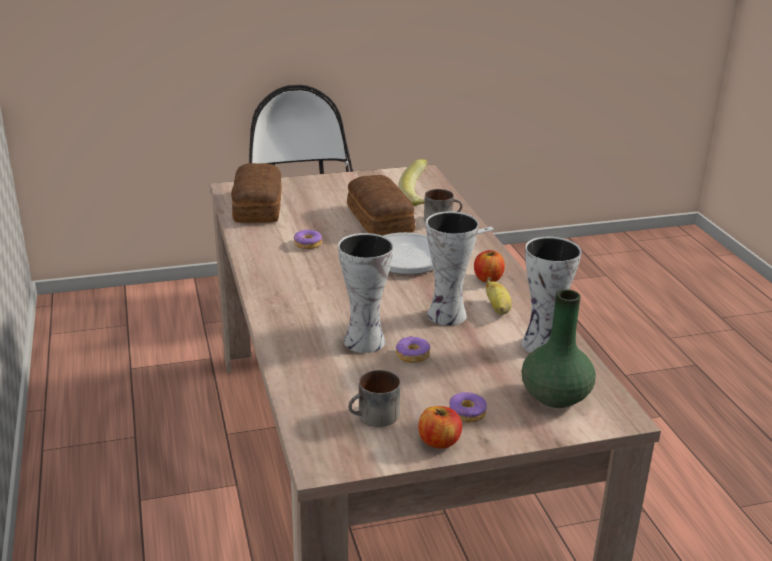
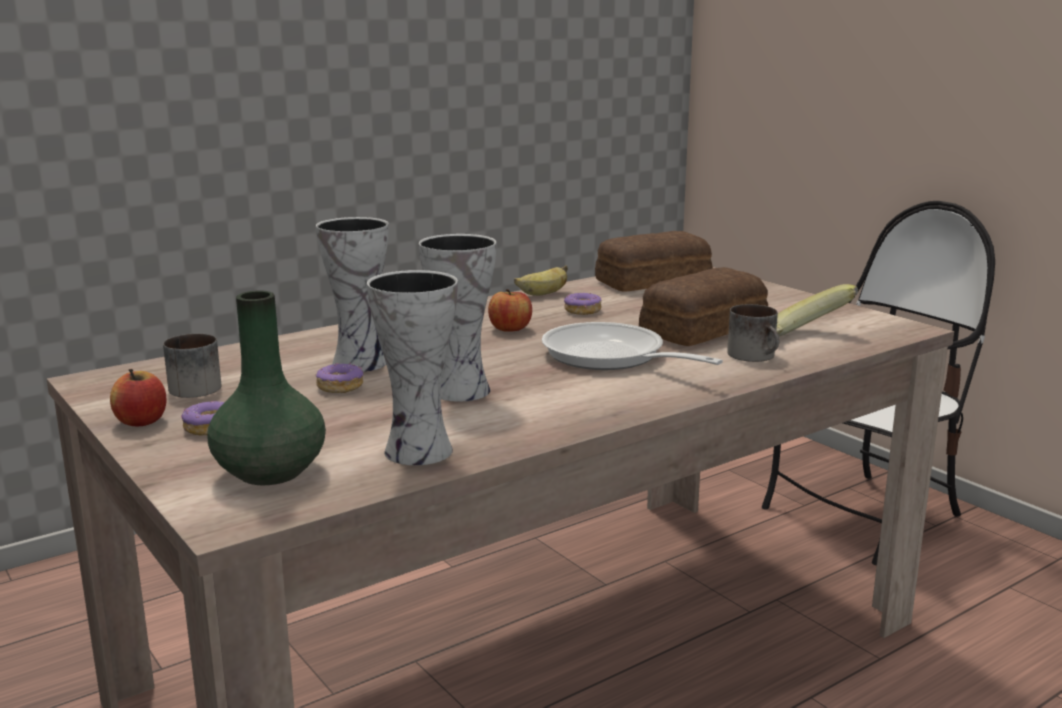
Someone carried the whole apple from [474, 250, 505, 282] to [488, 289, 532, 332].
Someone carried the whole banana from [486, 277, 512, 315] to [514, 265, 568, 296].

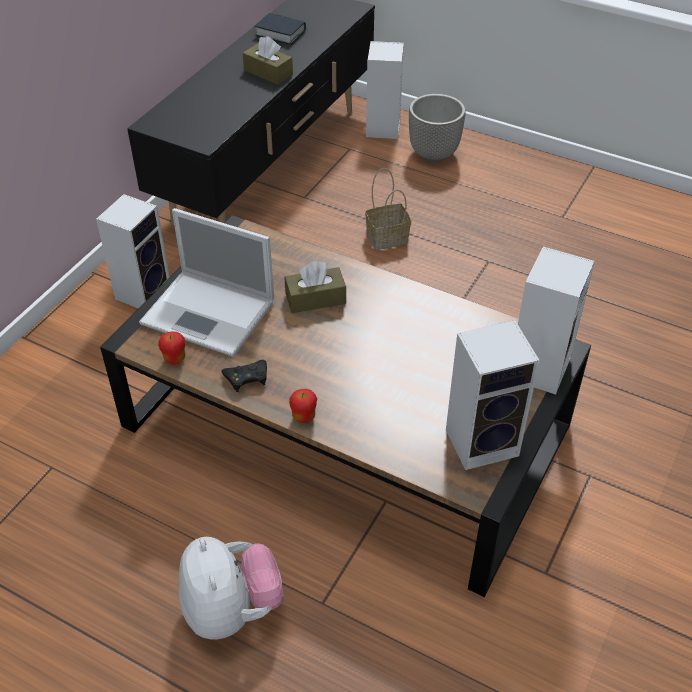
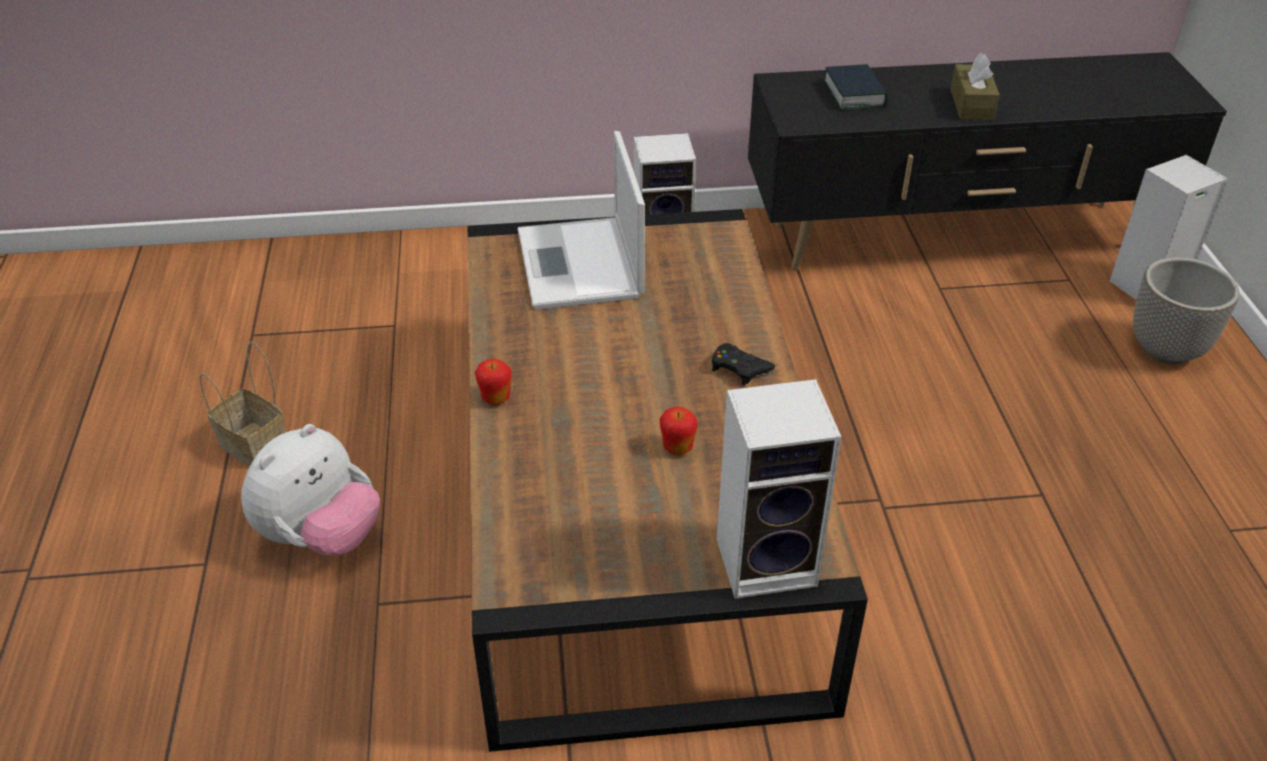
Someone carried the bound book from [255, 13, 306, 45] to [823, 64, 887, 110].
Someone carried the basket from [365, 168, 411, 250] to [200, 342, 286, 467].
Someone took away the brownish tissue box at [285, 261, 346, 313].
Someone took away the audio speaker at [446, 320, 540, 470].
Someone carried the whole apple from [158, 331, 185, 365] to [660, 406, 698, 455].
Someone carried the black-coloured joypad from [221, 360, 267, 392] to [712, 343, 775, 386].

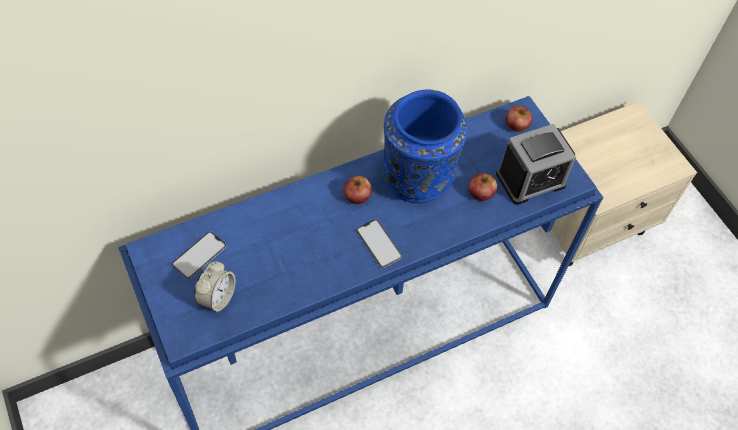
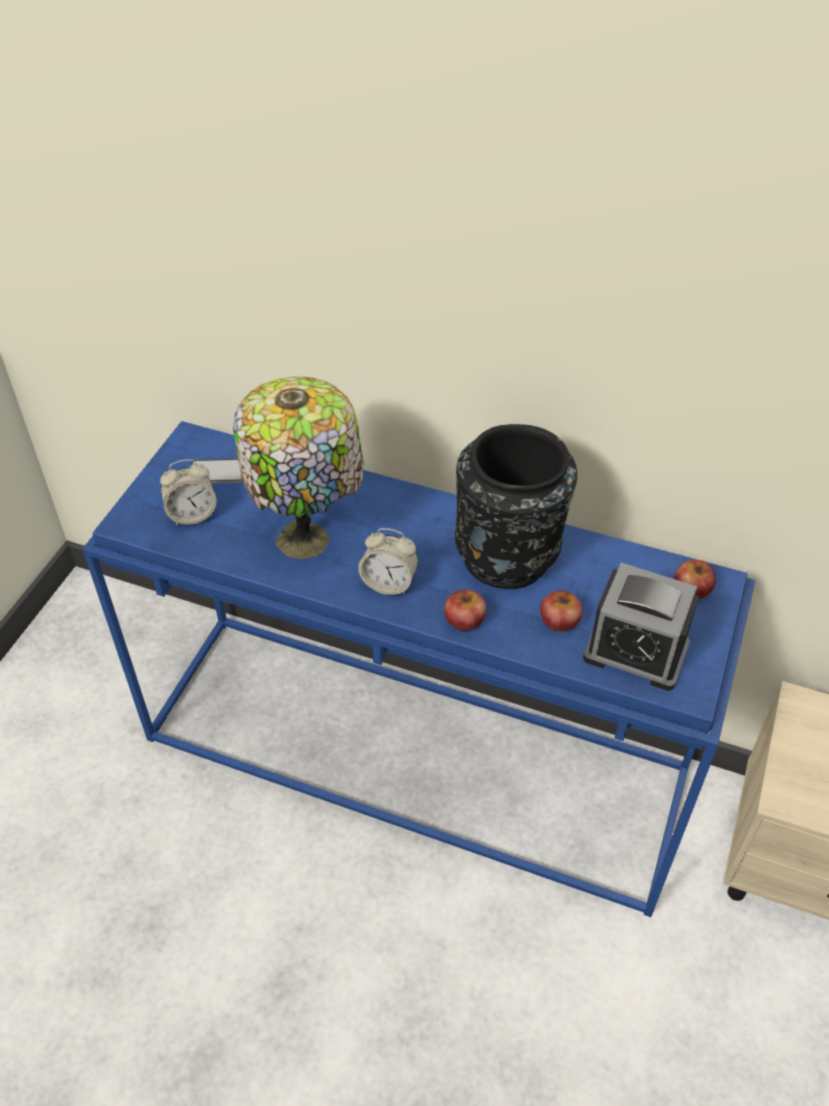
Someone repainted the blue-coloured flower vase at [382, 90, 468, 203], which became the black-coloured flower vase at [455, 424, 577, 589].
Someone carried the whole apple from [343, 176, 372, 204] to [444, 589, 486, 631].
Someone swapped the phone at [356, 219, 403, 268] for the bedside clock at [358, 528, 418, 595].
Someone put down the lamp for a table at [233, 377, 364, 559].

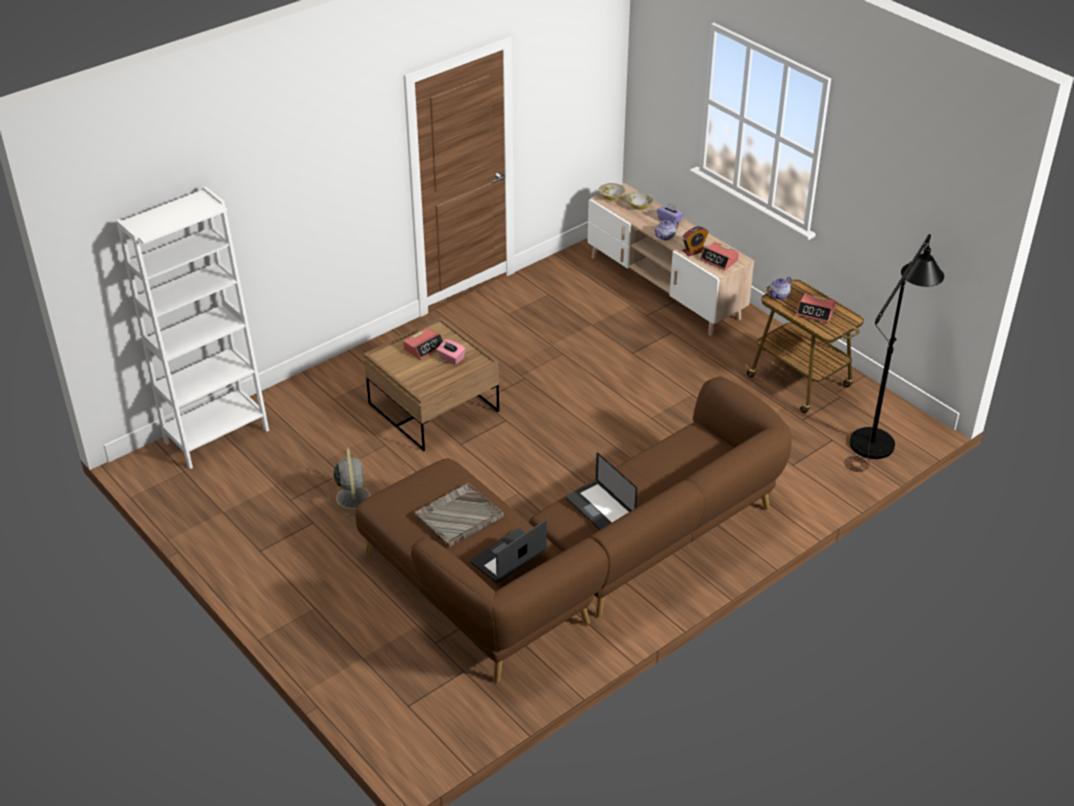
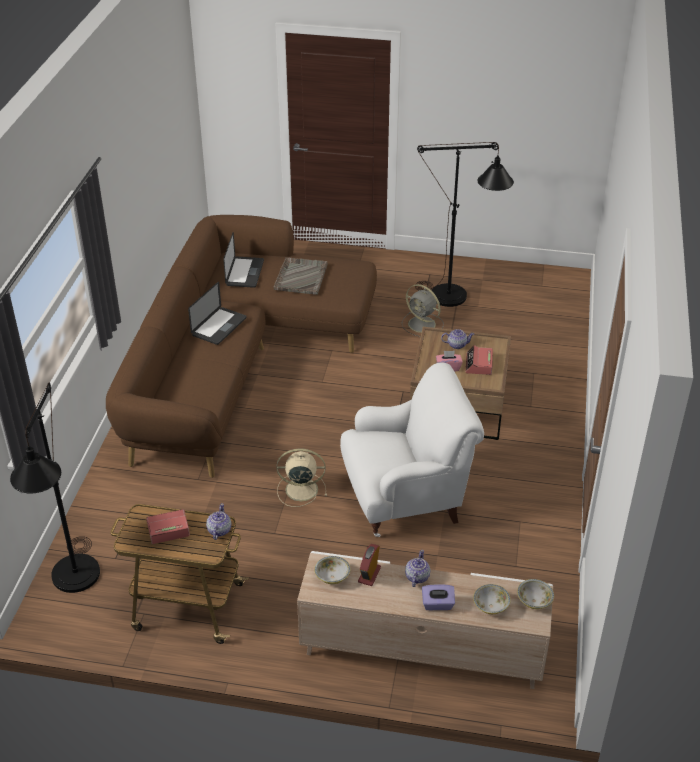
Someone took away the white-coloured shelving unit at [116, 186, 269, 469].
Someone swapped the bedside clock at [700, 242, 739, 270] for the deep dish at [314, 556, 351, 584].
Someone rotated the laptop at [566, 453, 637, 530] by 105 degrees clockwise.
Someone put down the black-coloured standing lamp at [415, 142, 514, 307].
Someone put down the tea pot at [441, 329, 474, 349].
Someone put down the white-coloured easy chair at [340, 362, 484, 537].
Someone put down the beige-coloured cooling fan at [277, 449, 327, 507].

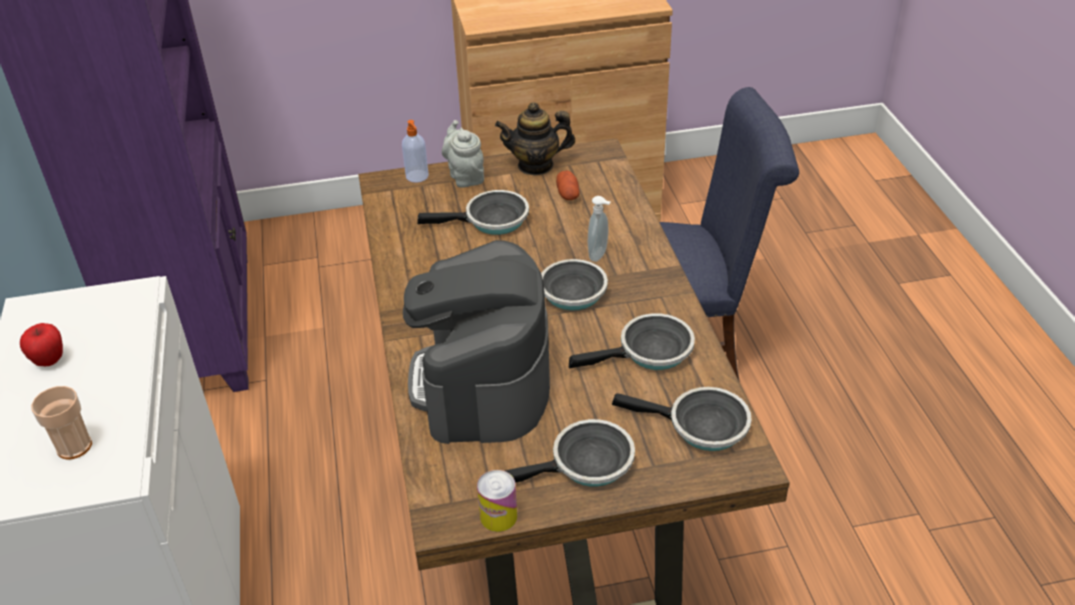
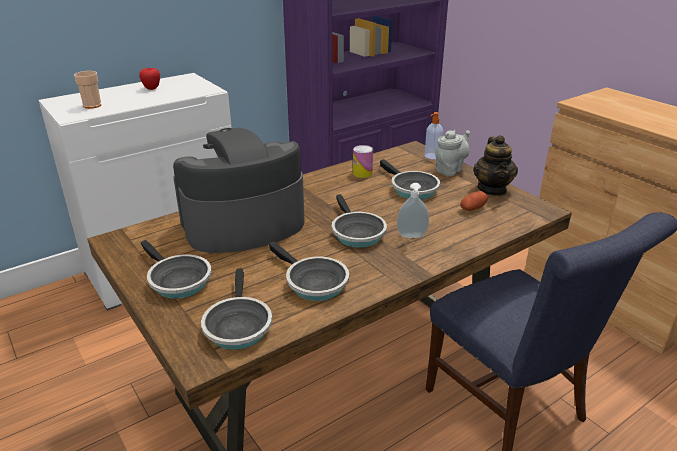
Someone rotated the tea pot at [495, 102, 575, 175] by 150 degrees counterclockwise.
Someone carried the can from [477, 470, 517, 532] to [353, 145, 373, 178].

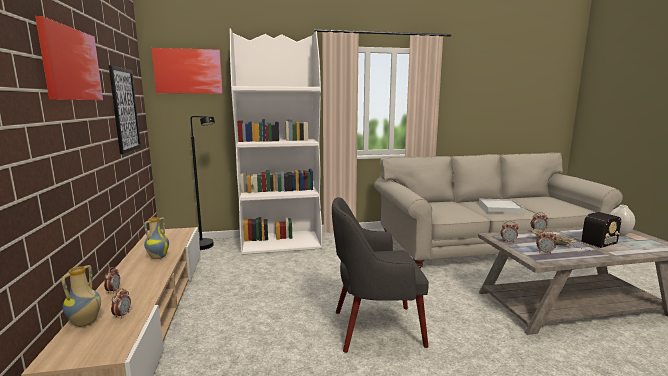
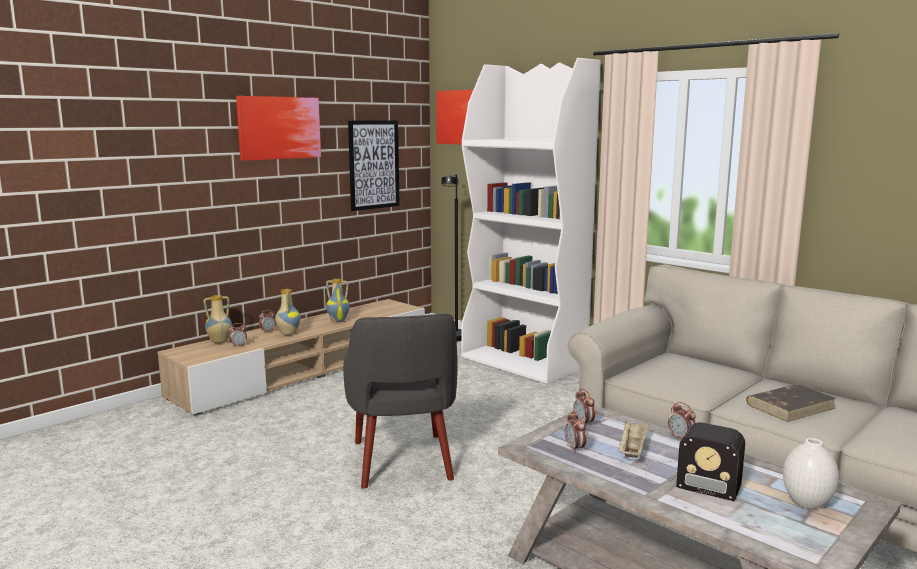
Someone rotated the greyish easy chair at [332, 197, 429, 353] by 150 degrees counterclockwise.
Someone swapped the white-coloured carrying tray at [479, 198, 525, 214] for the brownish bound book at [746, 384, 836, 422].
Someone put down the flower vase at [275, 289, 300, 335].

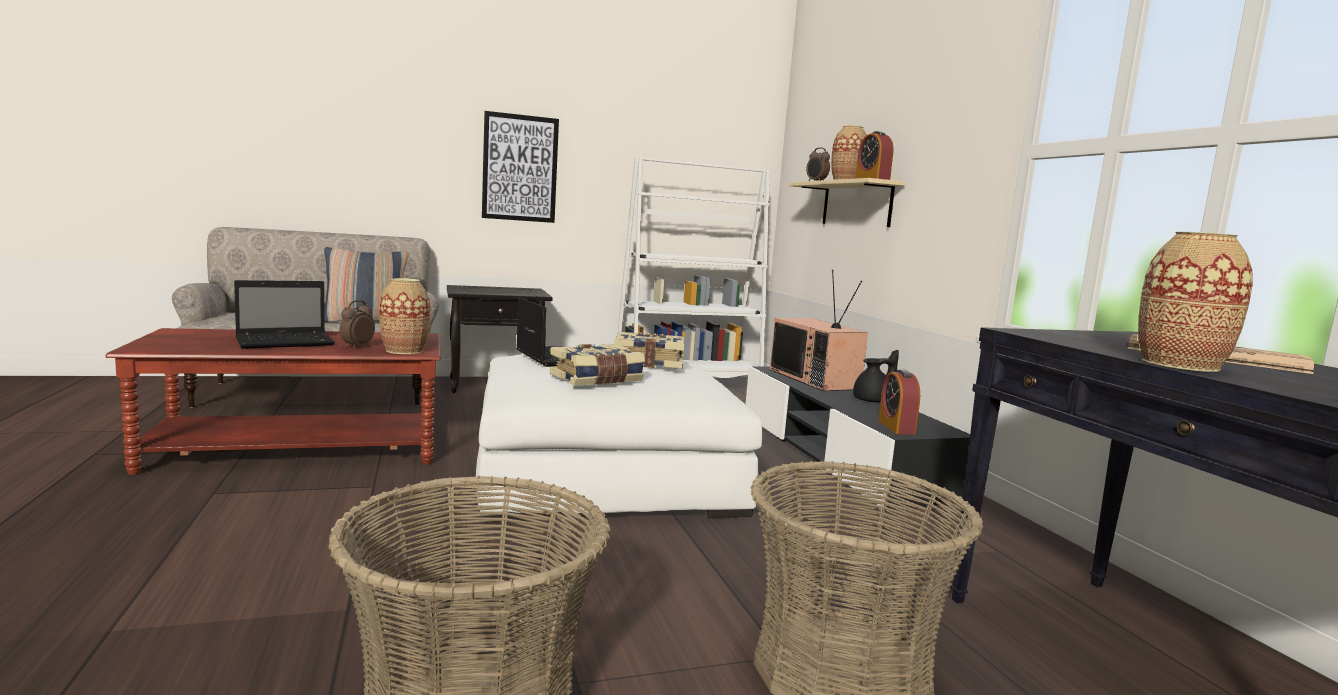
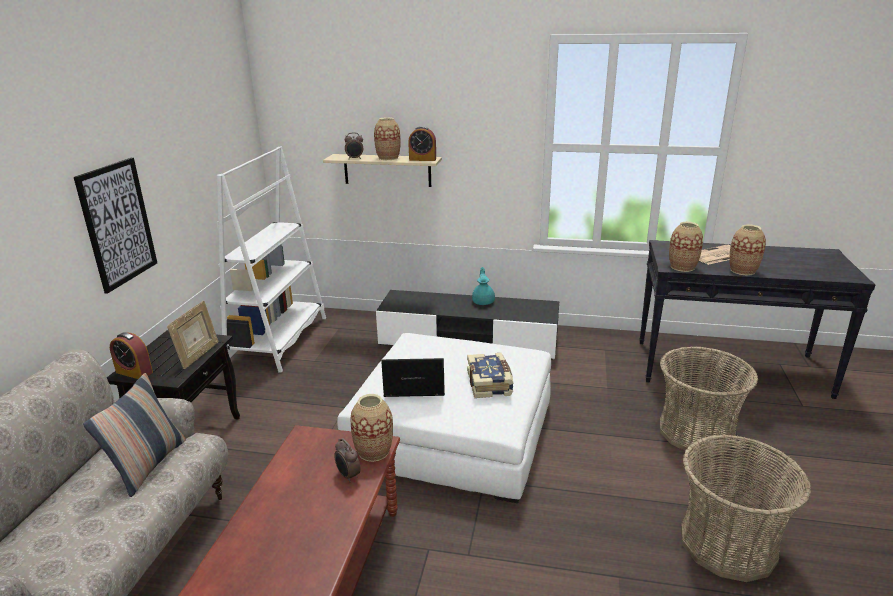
Someone took away the TV at [770, 270, 868, 391].
Someone took away the laptop at [234, 280, 335, 349].
Someone took away the bound book at [614, 332, 684, 369].
Someone repainted the black-coloured tea pot at [853, 350, 899, 402], which became the turquoise-coloured tea pot at [472, 267, 495, 305].
Someone carried the bedside clock from [878, 369, 920, 435] to [110, 332, 153, 379].
Someone put down the flower vase at [669, 222, 703, 272].
Someone put down the photo frame at [167, 300, 218, 369].

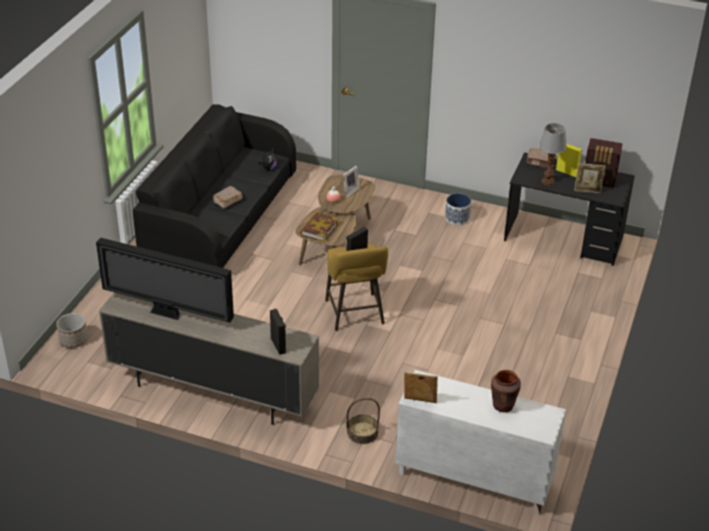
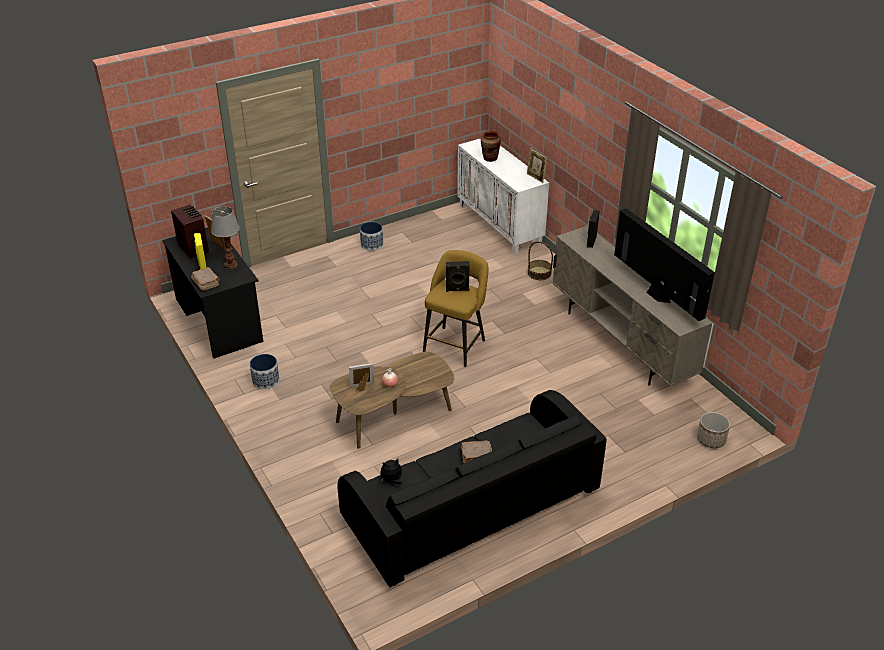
Someone took away the bound book at [300, 212, 338, 242].
Someone put down the flower pot at [360, 222, 383, 251].

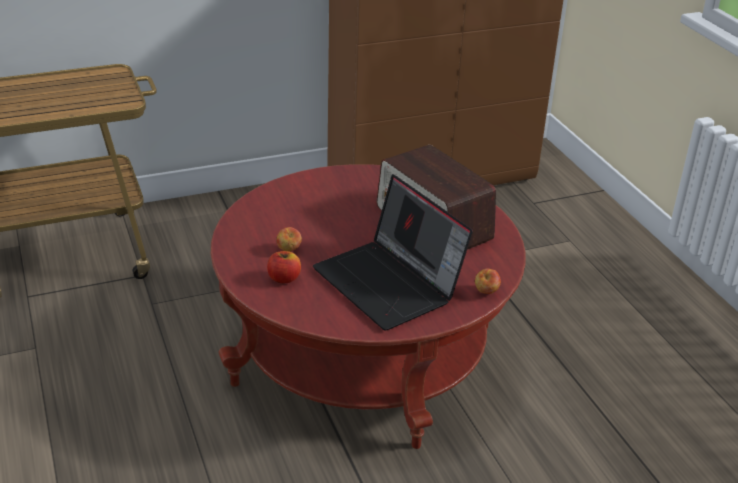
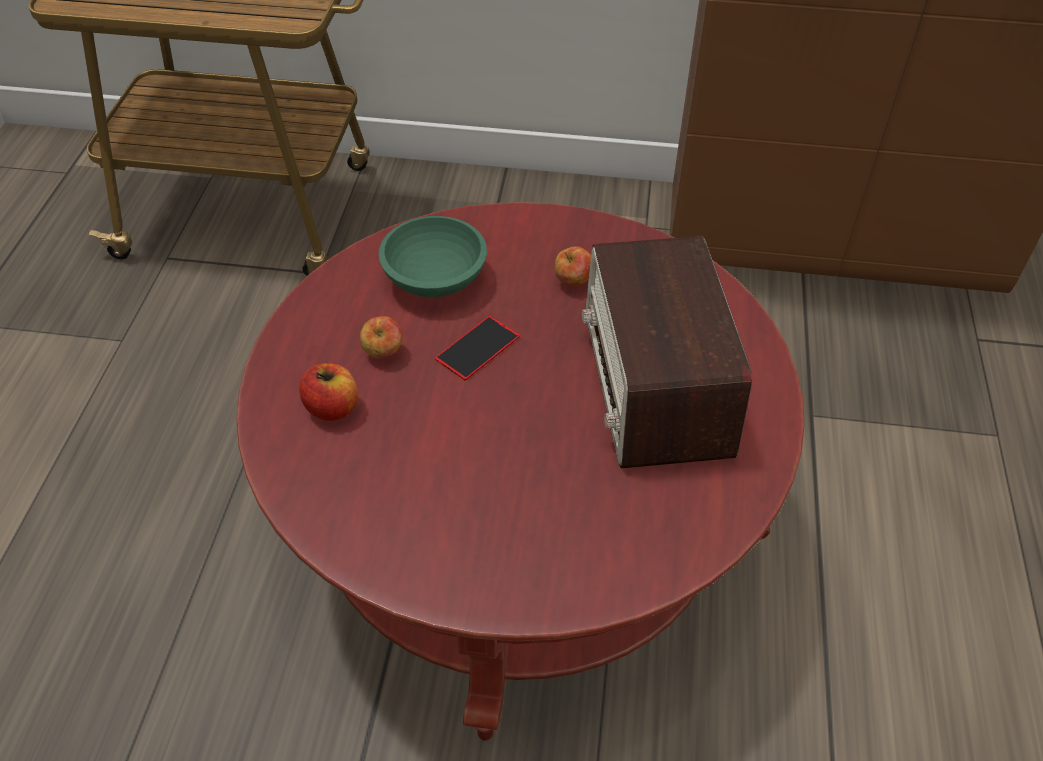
Someone took away the laptop at [313, 174, 473, 331].
Someone carried the whole apple from [475, 268, 501, 294] to [555, 246, 591, 286].
Someone put down the green deep dish at [378, 216, 487, 297].
Someone put down the phone at [435, 316, 520, 380].

